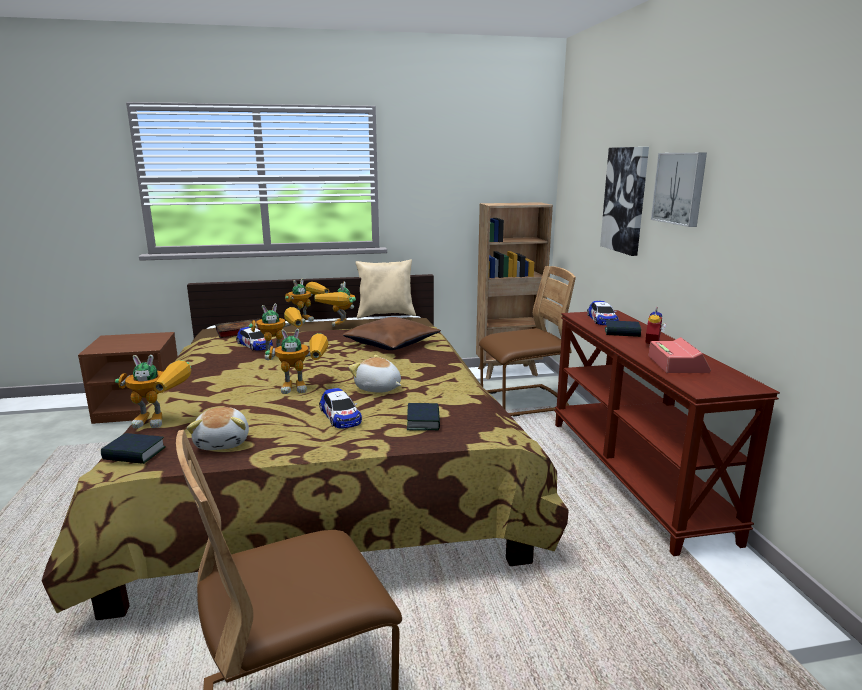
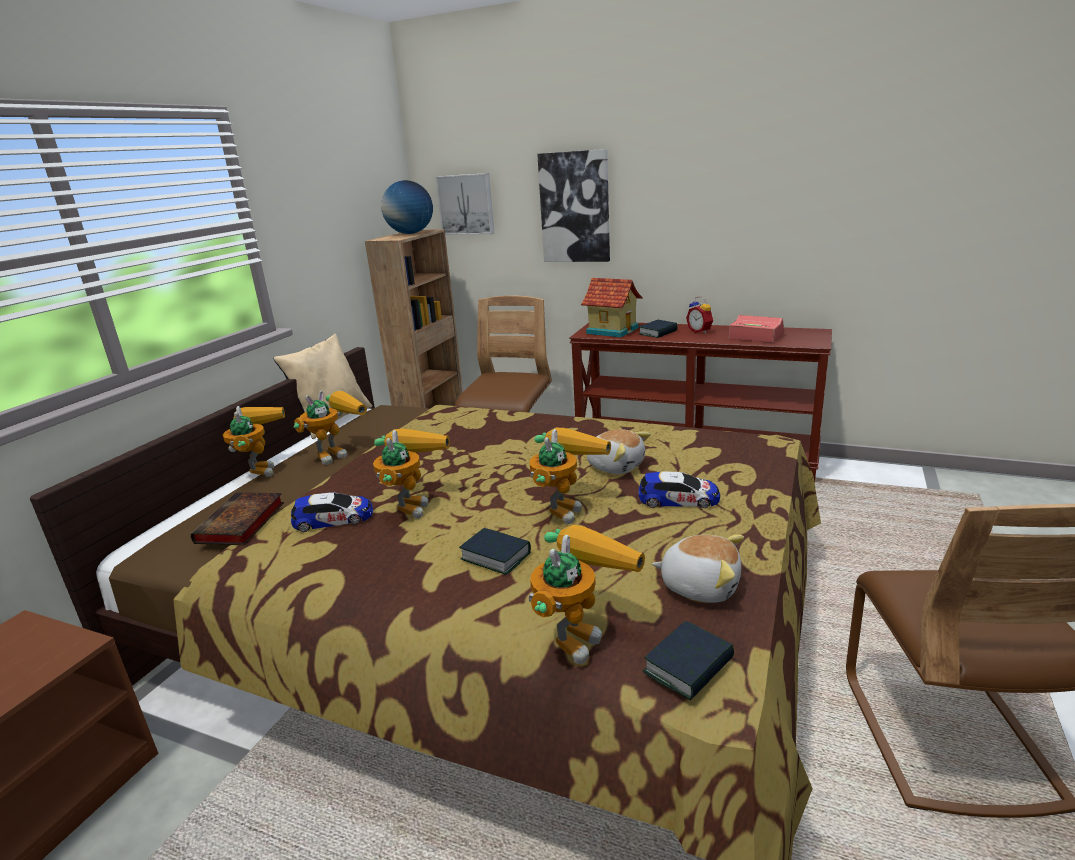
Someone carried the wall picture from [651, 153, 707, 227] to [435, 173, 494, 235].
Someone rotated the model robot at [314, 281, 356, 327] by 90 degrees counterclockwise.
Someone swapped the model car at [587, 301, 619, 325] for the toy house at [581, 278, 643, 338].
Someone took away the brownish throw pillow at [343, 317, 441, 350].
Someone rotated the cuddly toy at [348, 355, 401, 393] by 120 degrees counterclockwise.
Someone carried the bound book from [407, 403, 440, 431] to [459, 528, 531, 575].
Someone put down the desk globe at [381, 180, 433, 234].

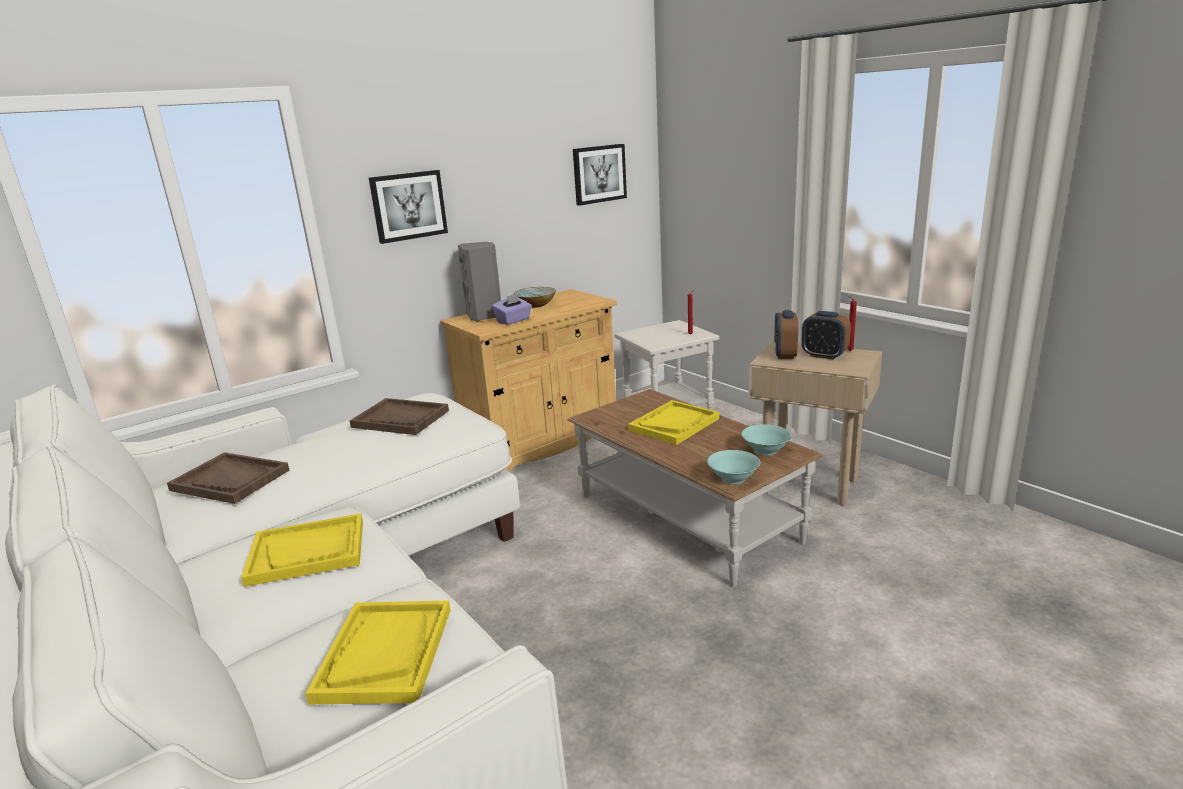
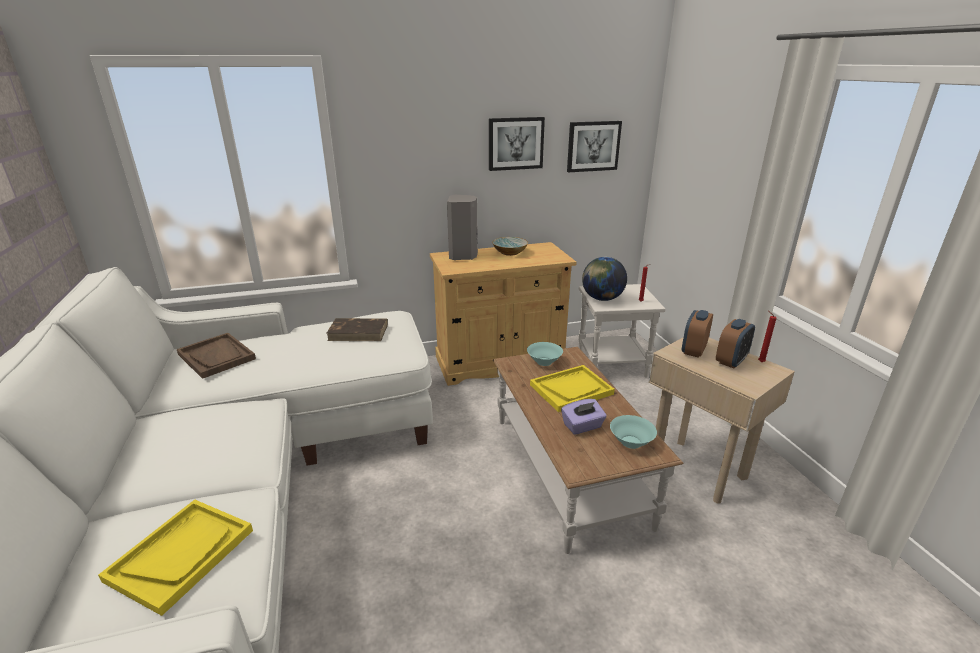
Someone carried the wall picture from [369, 170, 448, 244] to [489, 117, 545, 171].
Someone carried the purple tissue box from [492, 294, 532, 325] to [561, 399, 607, 435].
Someone rotated the bedside clock at [801, 311, 851, 360] by 105 degrees counterclockwise.
Someone swapped the brownish carrying tray at [350, 398, 449, 435] for the brownish bound book at [326, 318, 388, 341].
Someone carried the turquoise-coloured deep dish from [707, 450, 760, 484] to [527, 342, 563, 366].
Someone took away the yellow-coloured carrying tray at [241, 513, 363, 587].
Someone put down the desk globe at [582, 257, 627, 301].

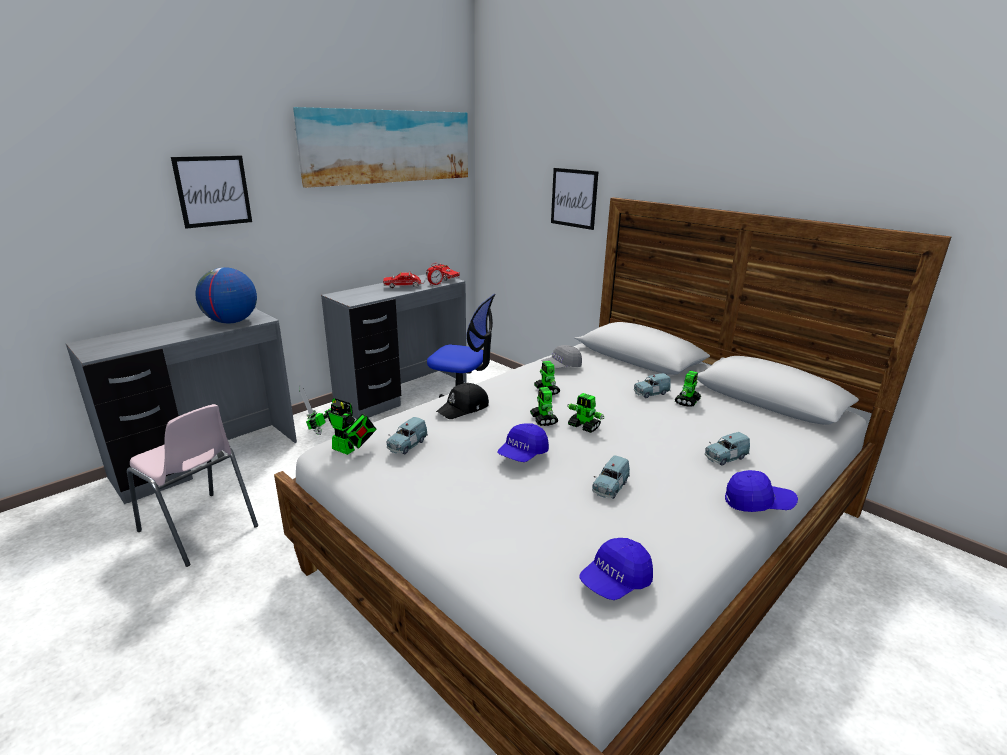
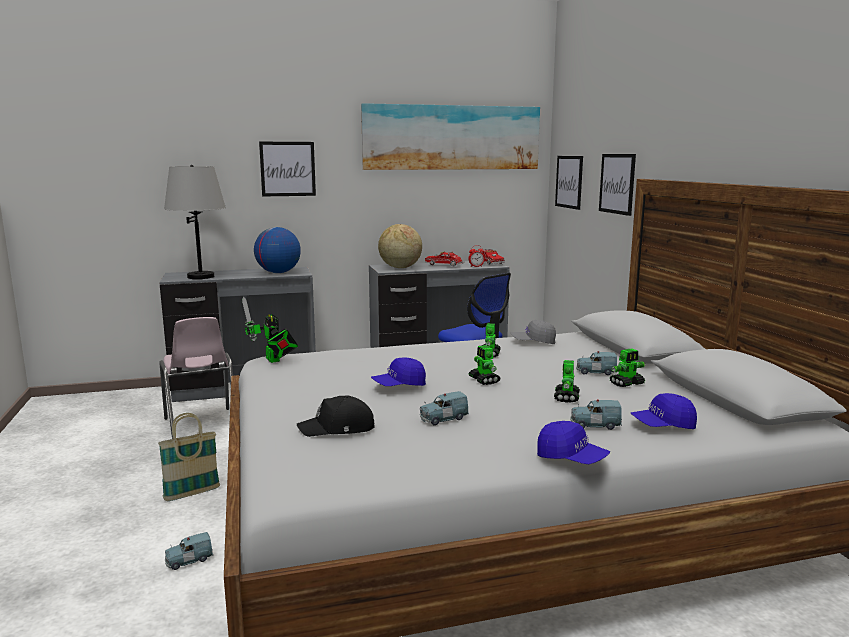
Someone carried the black-coloured cap from [436, 383, 489, 419] to [297, 396, 375, 437].
Someone carried the model robot from [530, 387, 559, 426] to [554, 360, 580, 403].
Someone carried the blue-coloured model car from [386, 417, 428, 454] to [165, 532, 213, 570].
Someone carried the blue-coloured cap from [579, 538, 653, 600] to [631, 393, 697, 429].
Someone put up the wall picture at [555, 156, 583, 210].
Someone put down the greyish lamp for a table at [164, 165, 226, 279].
Someone put down the desk globe at [378, 224, 422, 268].
Someone put down the basket at [158, 413, 220, 501].

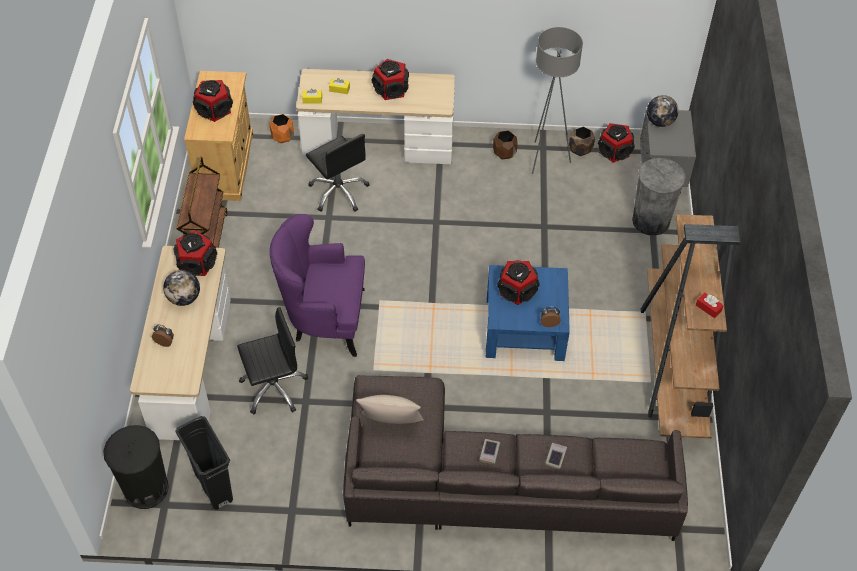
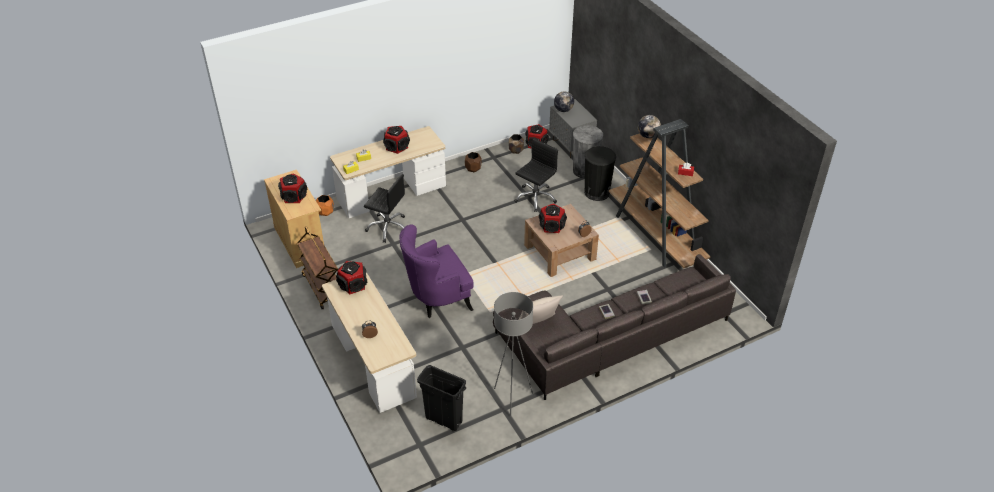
Someone carried the greyish standing lamp from [532, 27, 583, 174] to [494, 292, 533, 417].
Someone repainted the blue-coloured low table at [486, 265, 570, 361], which became the brownish low table at [524, 204, 599, 277].
Someone carried the desk globe from [163, 270, 200, 306] to [638, 115, 661, 138].
Someone carried the black-coloured office chair from [237, 307, 308, 414] to [514, 138, 558, 212].
Someone carried the black-coloured rubbish bin from [103, 425, 169, 509] to [584, 146, 616, 201].

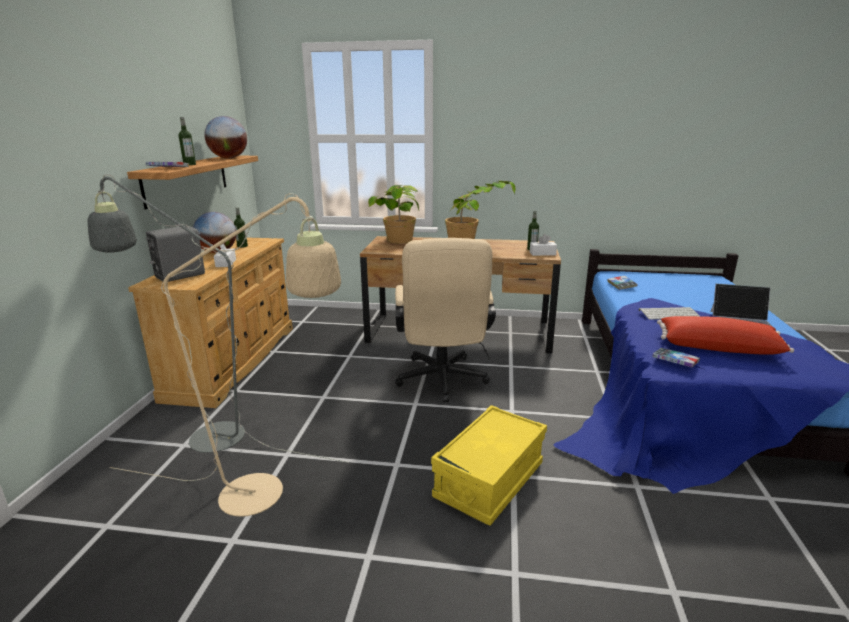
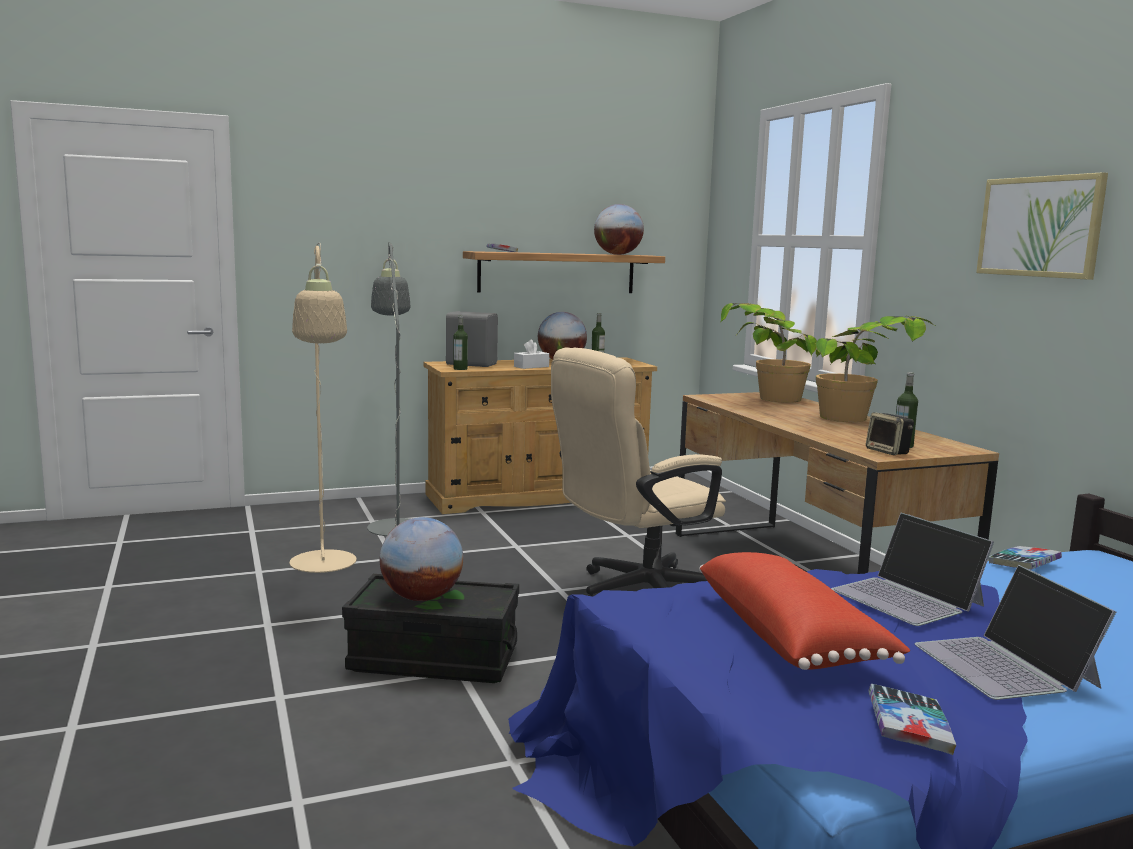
Someone carried the beverage bottle from [179, 117, 196, 165] to [453, 315, 468, 370].
Someone swapped the white-coloured tissue box at [530, 234, 557, 256] for the audio speaker at [866, 412, 914, 455].
Someone swapped the keyboard at [639, 307, 700, 320] for the laptop at [831, 513, 994, 626].
Someone carried the bound book from [652, 348, 700, 368] to [869, 684, 956, 755].
Someone repainted the yellow-coloured storage box at [431, 405, 547, 526], which became the black-coloured storage box at [342, 574, 519, 683].
Someone put up the wall picture at [976, 172, 1108, 280].
Someone put down the desk globe at [380, 517, 463, 601].

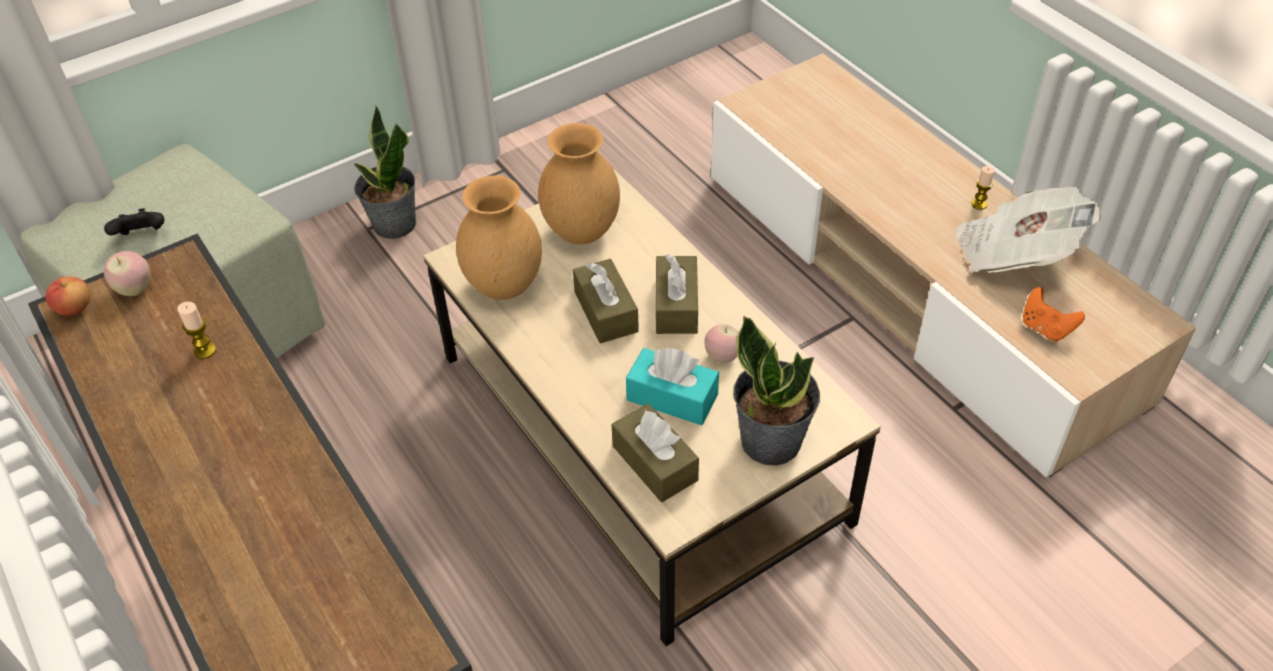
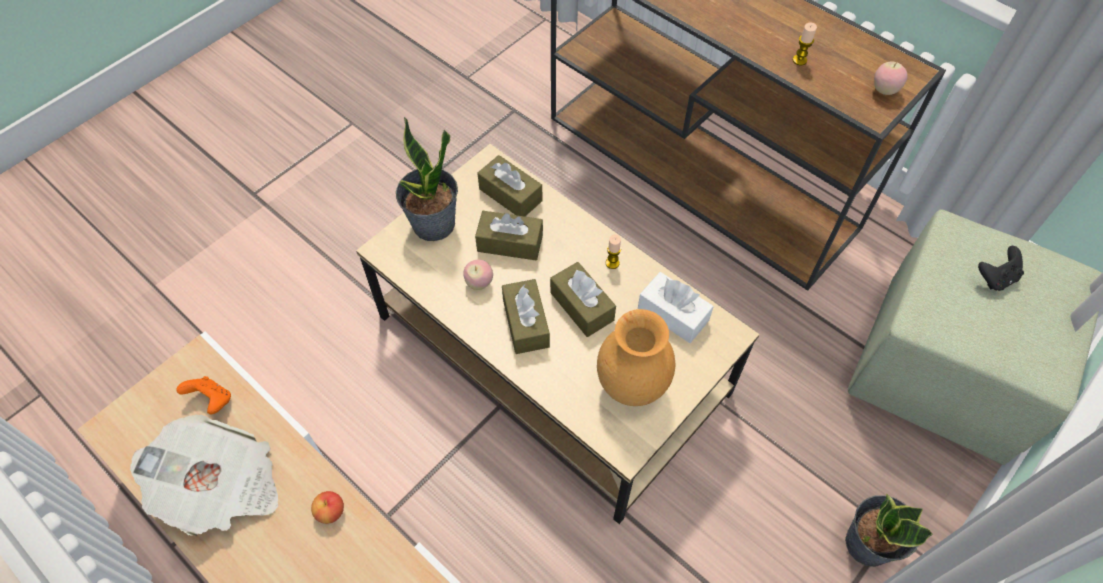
Someone carried the wax light from [972, 166, 995, 210] to [606, 234, 621, 269].
Someone swapped the brownish flower vase at [456, 176, 542, 300] for the white-coloured tissue box at [638, 272, 714, 343].
Someone carried the whole apple from [45, 276, 90, 316] to [311, 491, 344, 524].
Someone repainted the turquoise-coloured tissue box at [626, 348, 719, 425], which became the brownish tissue box at [475, 211, 543, 260].

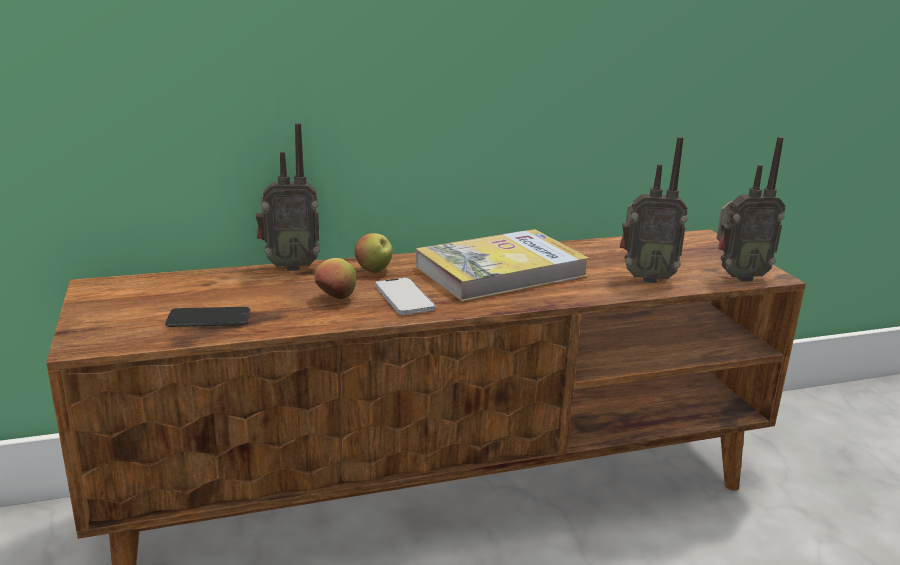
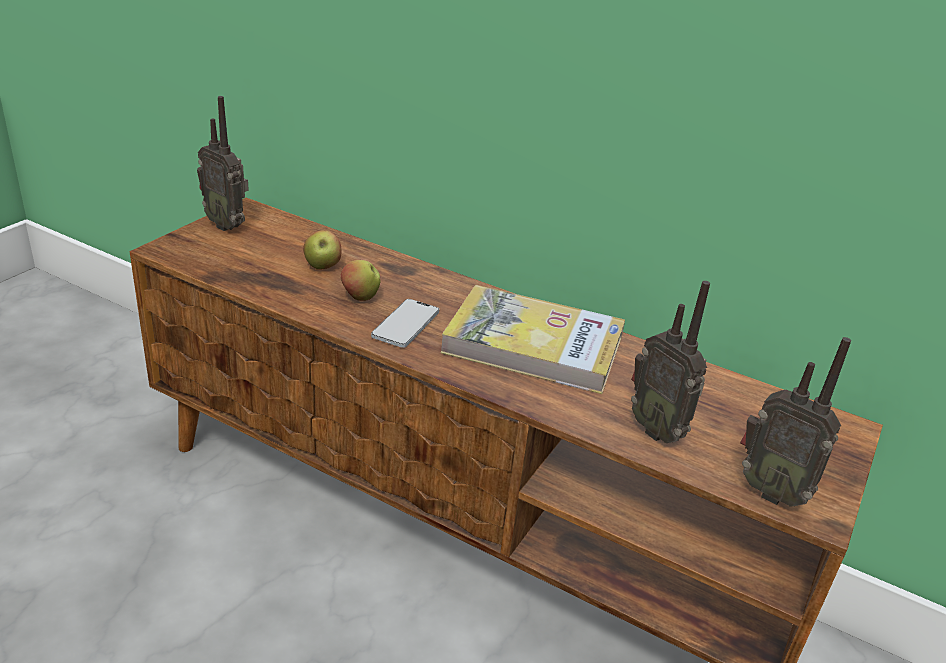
Someone carried the radio set from [256, 123, 320, 271] to [197, 96, 249, 231].
Someone carried the whole apple from [355, 233, 393, 273] to [303, 230, 341, 270].
Someone took away the phone at [165, 307, 250, 327].

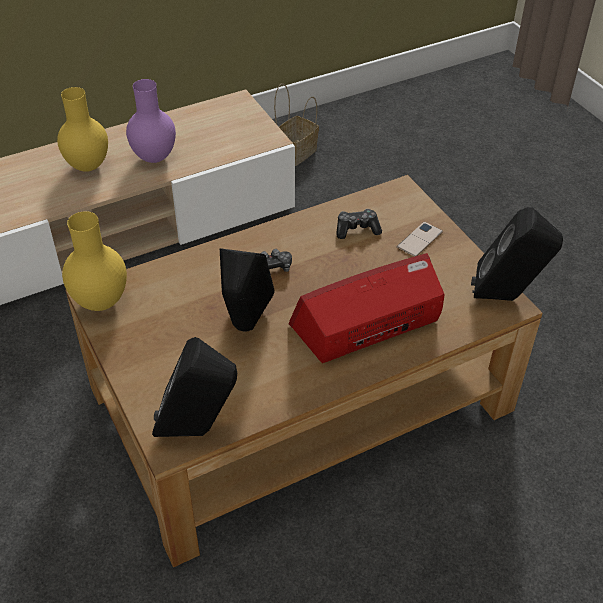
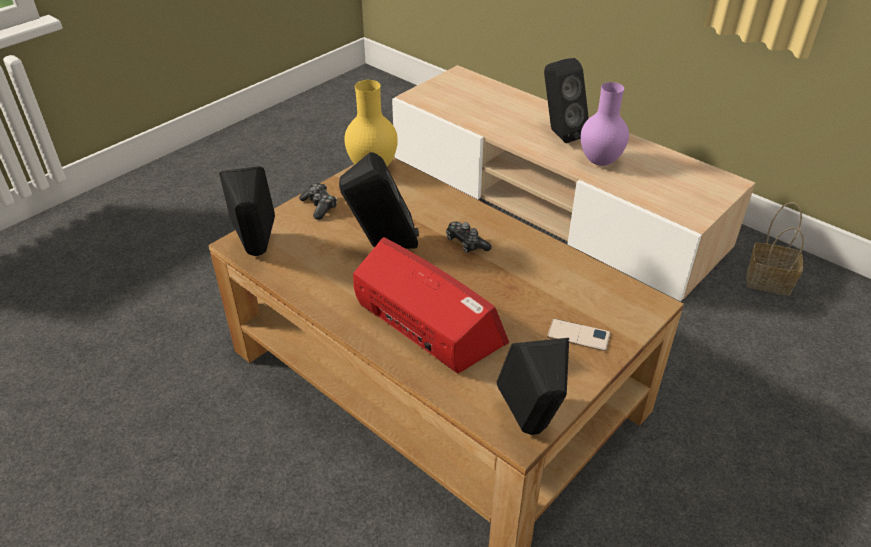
Someone swapped the yellow-coloured flower vase at [57, 87, 108, 172] for the black-coloured audio speaker at [544, 58, 589, 143].
Someone carried the joypad from [336, 209, 382, 239] to [299, 183, 337, 220].

